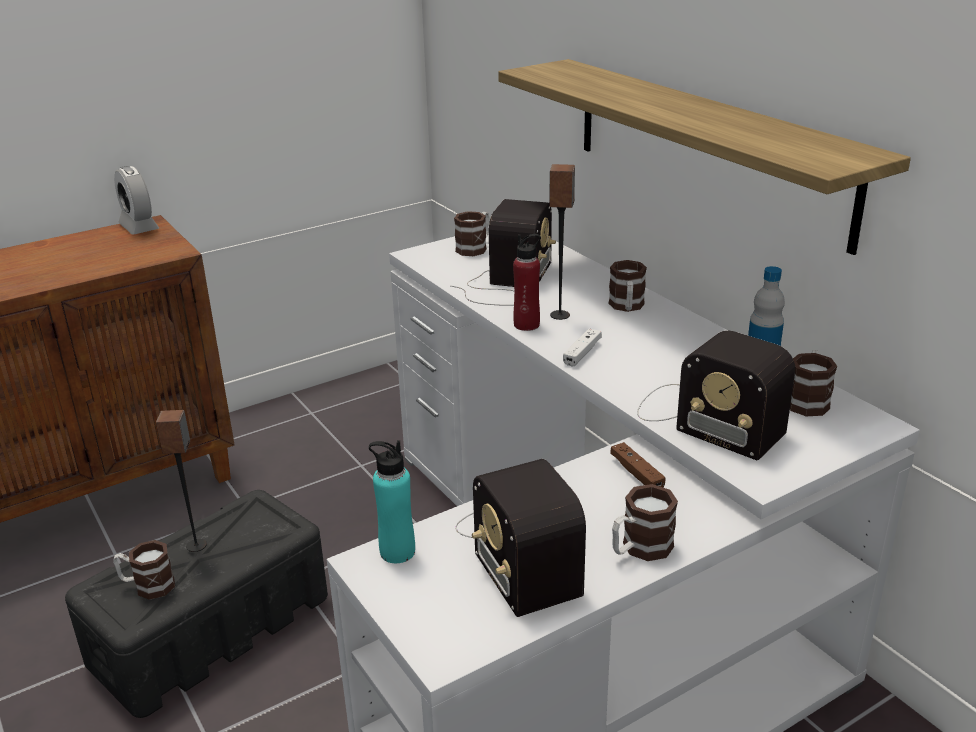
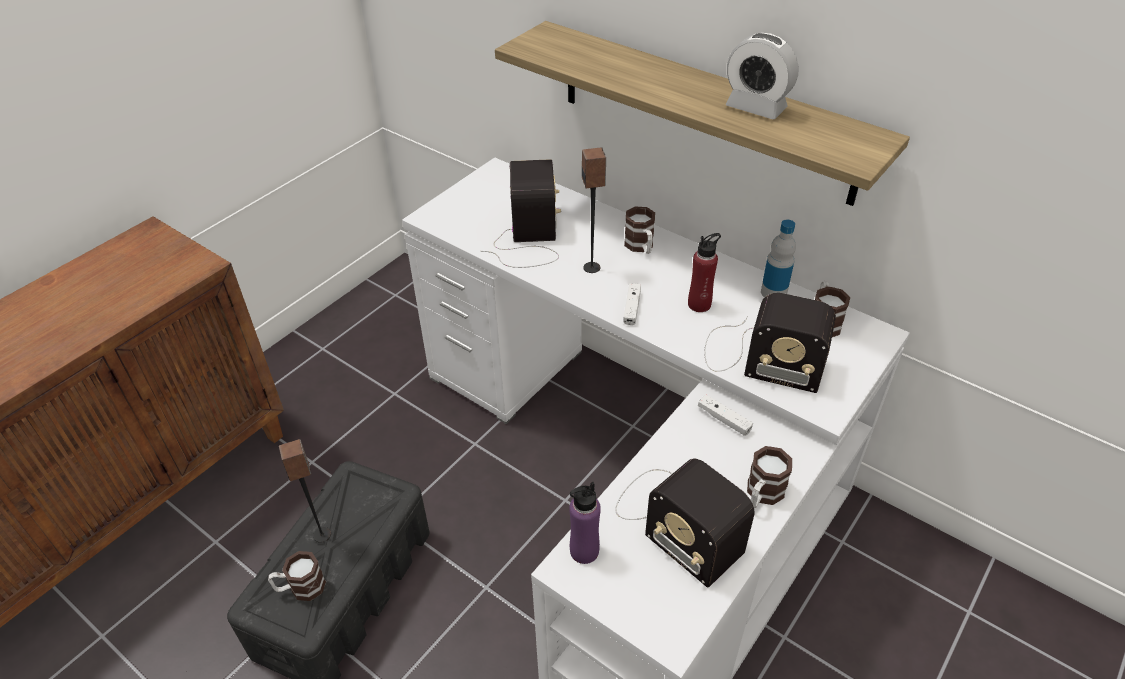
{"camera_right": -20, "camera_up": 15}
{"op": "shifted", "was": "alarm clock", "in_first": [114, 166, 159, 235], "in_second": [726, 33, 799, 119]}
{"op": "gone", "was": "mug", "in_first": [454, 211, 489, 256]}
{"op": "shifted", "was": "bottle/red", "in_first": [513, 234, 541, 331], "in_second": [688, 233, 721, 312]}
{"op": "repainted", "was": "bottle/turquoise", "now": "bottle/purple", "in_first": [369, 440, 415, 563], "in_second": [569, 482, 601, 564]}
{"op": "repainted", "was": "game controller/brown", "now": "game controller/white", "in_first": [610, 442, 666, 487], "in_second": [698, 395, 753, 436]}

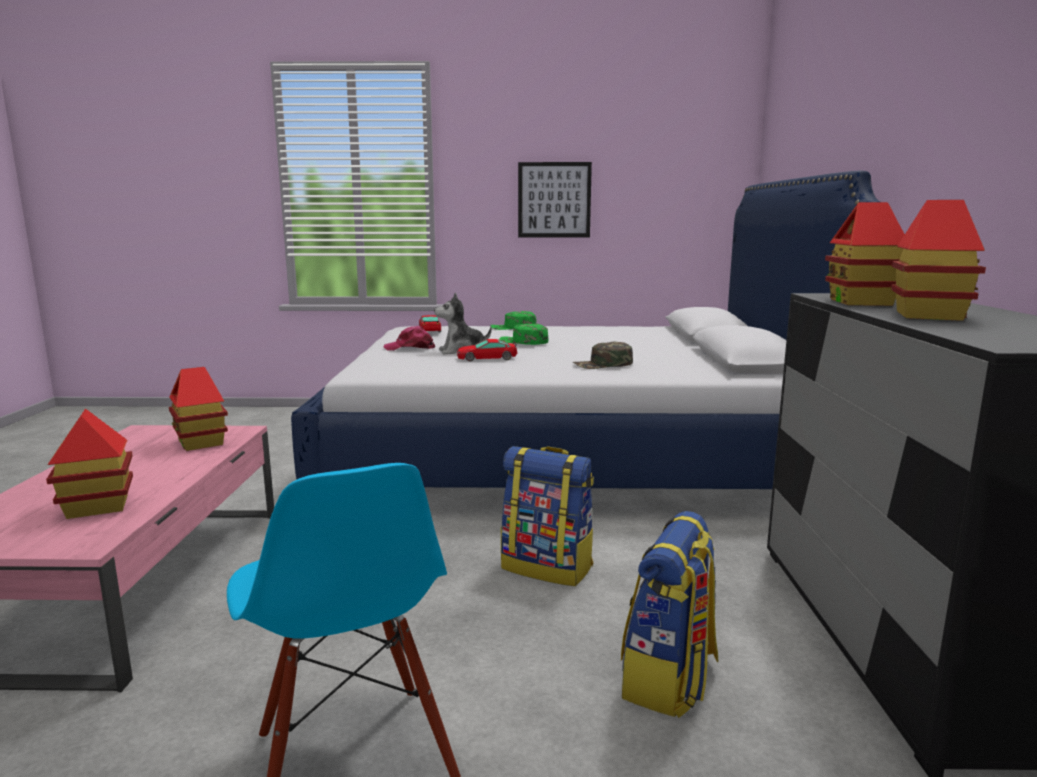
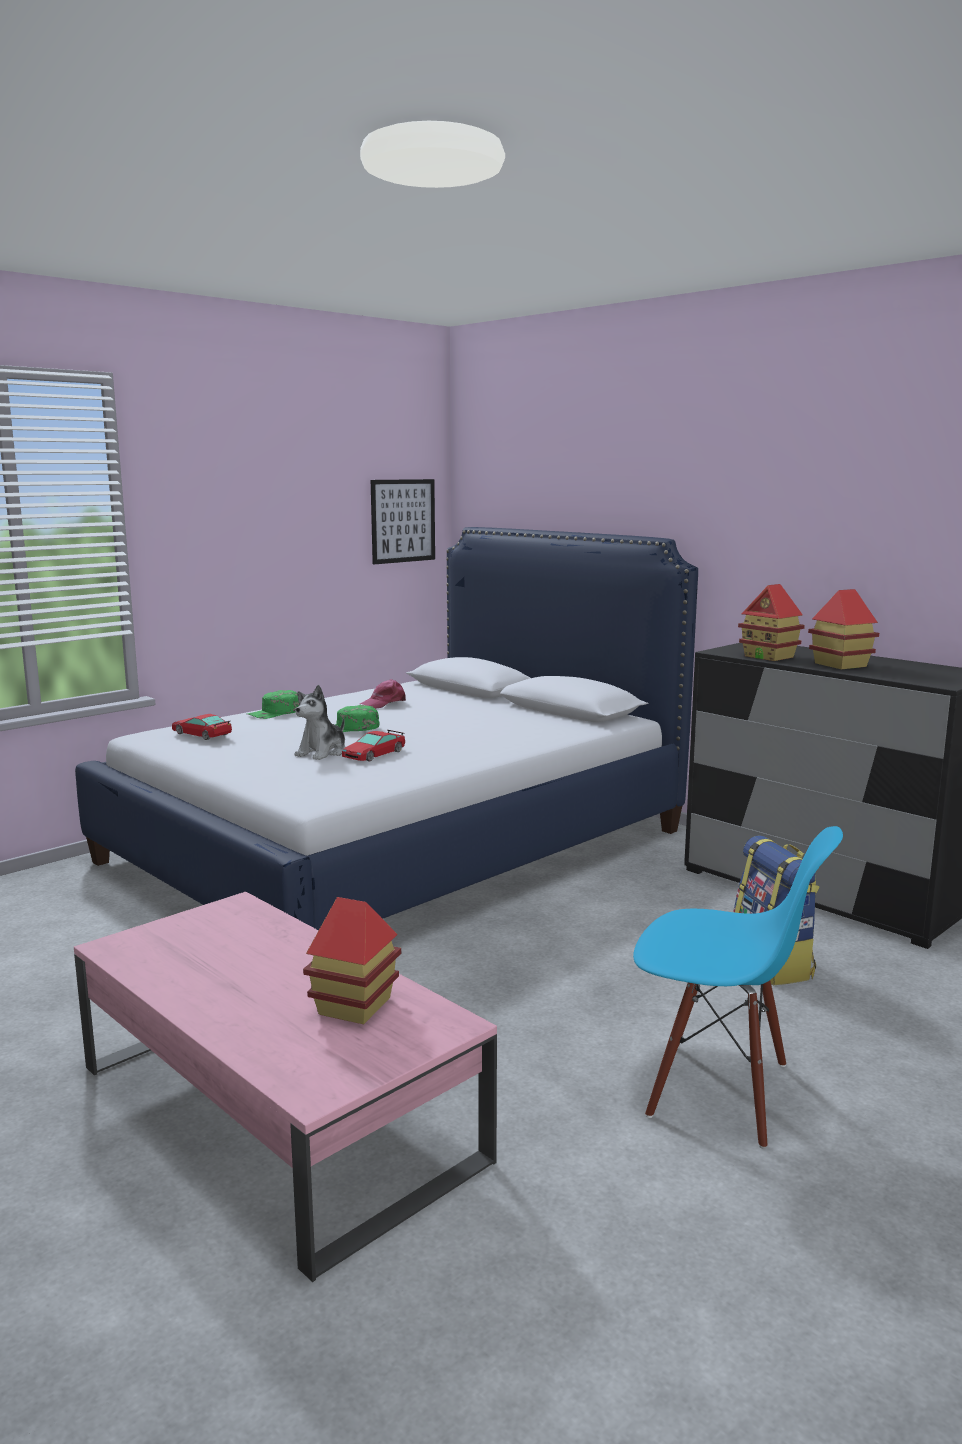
{"camera_right": -45, "camera_up": 0}
{"op": "shifted", "was": "picture", "in_first": [518, 162, 592, 238], "in_second": [371, 479, 435, 564]}
{"op": "shifted", "was": "cap/pink", "in_first": [384, 326, 435, 351], "in_second": [360, 679, 406, 709]}
{"op": "gone", "was": "cap/green", "in_first": [573, 342, 633, 369]}
{"op": "gone", "was": "toy house", "in_first": [169, 367, 228, 451]}
{"op": "gone", "was": "backpack", "in_first": [501, 446, 594, 586]}

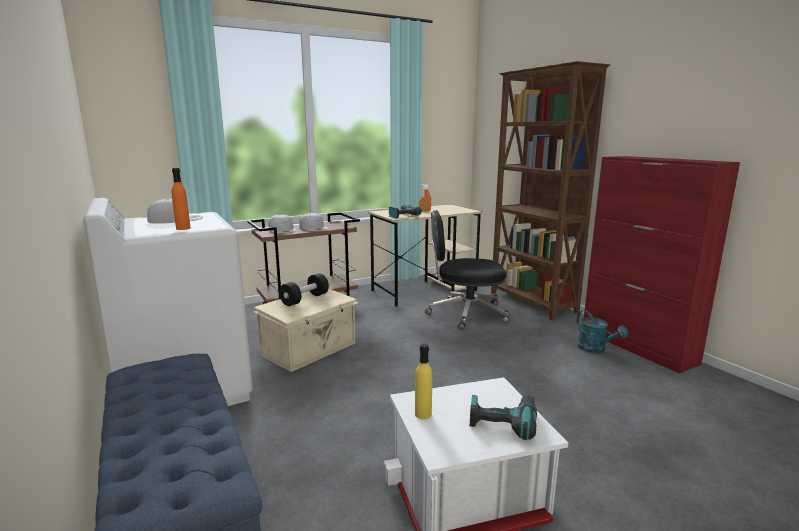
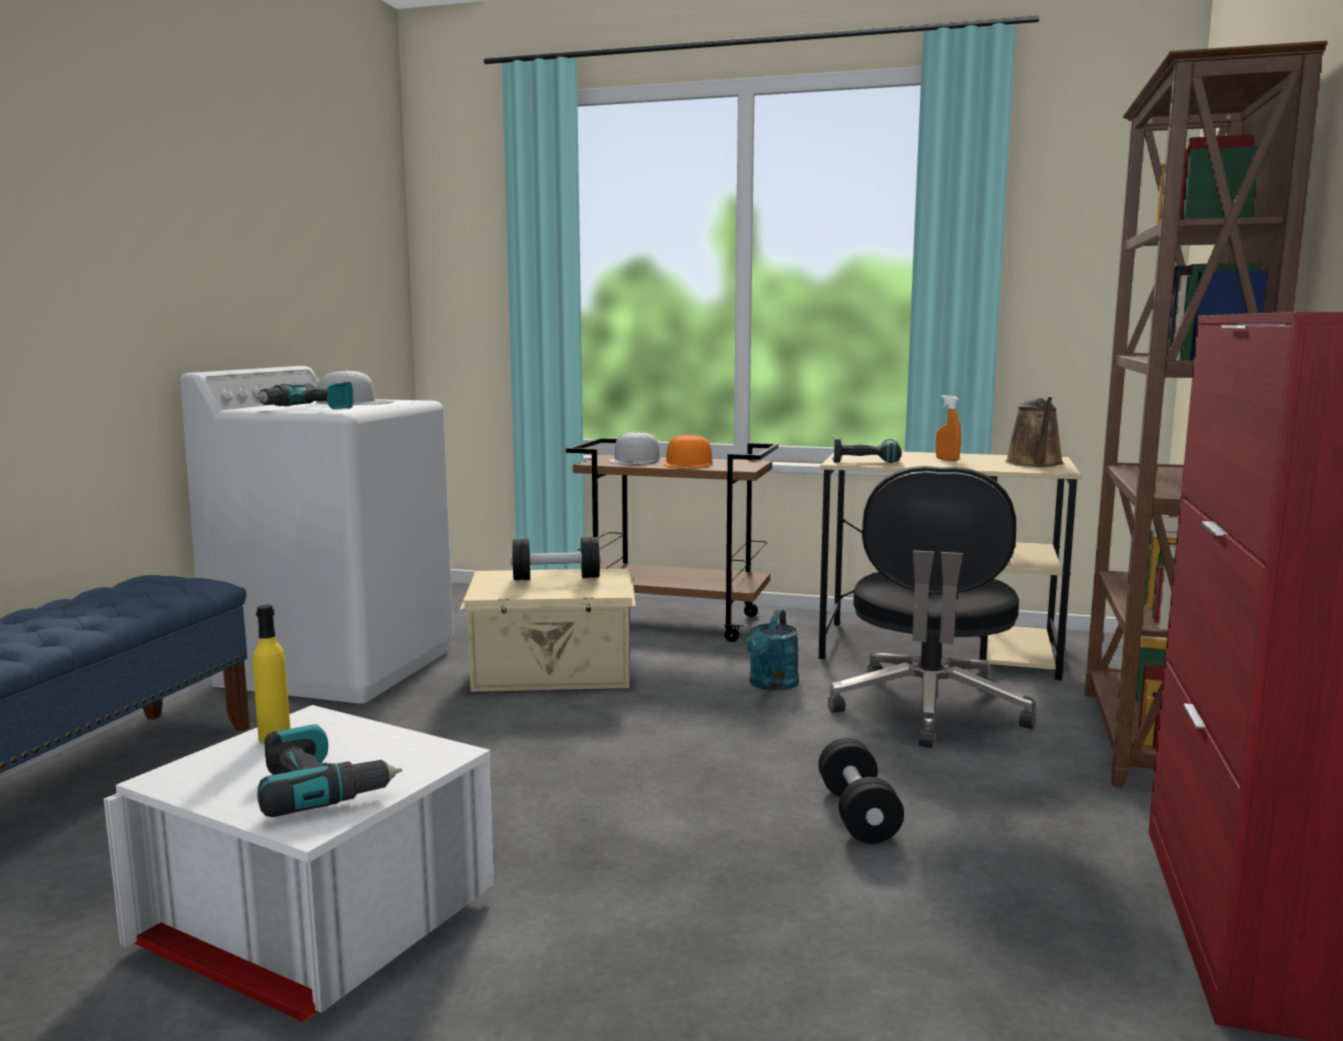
{"camera_right": 45, "camera_up": -5}
{"op": "swapped", "was": "bottle/orange", "now": "power drill", "in_first": [172, 168, 191, 230], "in_second": [256, 382, 353, 409]}
{"op": "rotated", "was": "office chair/black", "in_first": [425, 210, 509, 330], "in_second": [828, 466, 1036, 748], "clockwise": -120}
{"op": "repainted", "was": "cap/white", "now": "cap/orange", "in_first": [299, 213, 328, 231], "in_second": [663, 434, 712, 468]}
{"op": "shifted", "was": "watering can/turquoise", "in_first": [577, 310, 628, 353], "in_second": [745, 609, 799, 691]}
{"op": "new", "now": "watering can/brown", "in_second": [1005, 397, 1064, 467]}
{"op": "new", "now": "dumbbell/black", "in_second": [818, 738, 904, 844]}

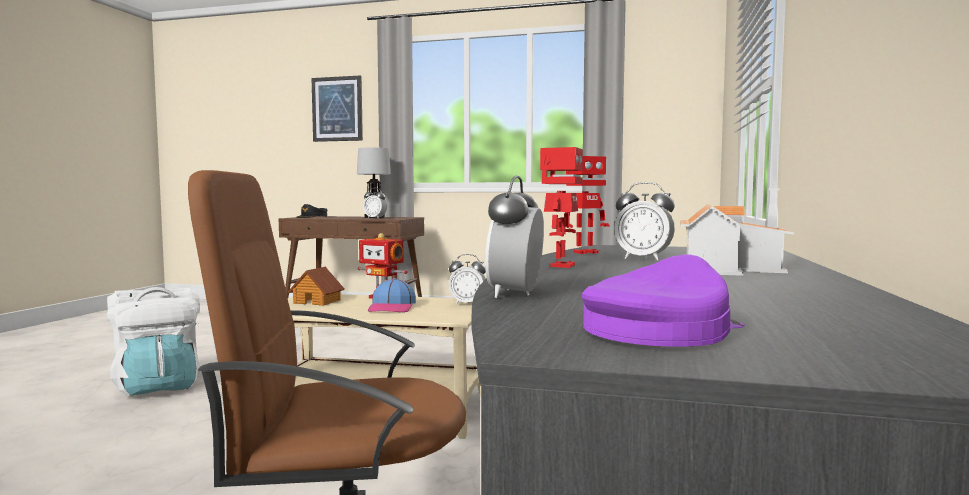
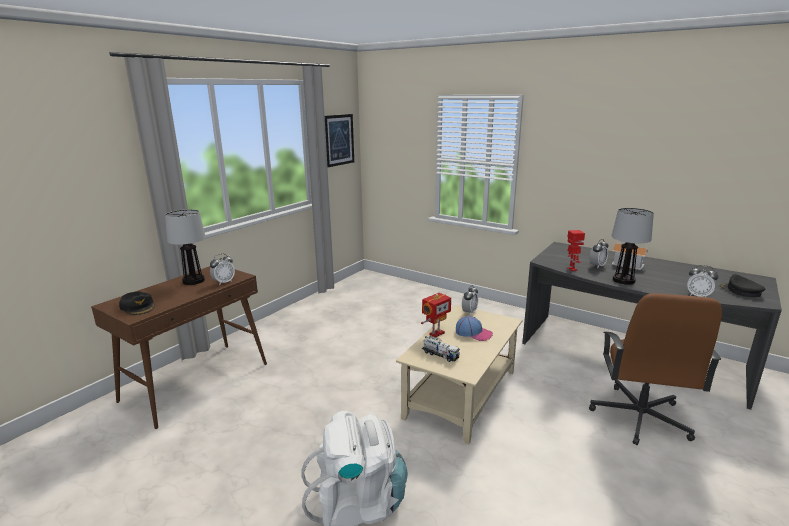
{"camera_right": -70, "camera_up": 15}
{"op": "shifted", "was": "picture", "in_first": [312, 76, 363, 142], "in_second": [325, 114, 354, 167]}
{"op": "swapped", "was": "toy robot", "now": "table lamp", "in_first": [540, 147, 583, 268], "in_second": [612, 208, 654, 285]}
{"op": "repainted", "was": "cap/purple", "now": "cap/black", "in_first": [582, 255, 745, 347], "in_second": [719, 274, 765, 297]}
{"op": "swapped", "was": "toy house", "now": "toy truck", "in_first": [288, 267, 344, 306], "in_second": [422, 335, 460, 362]}

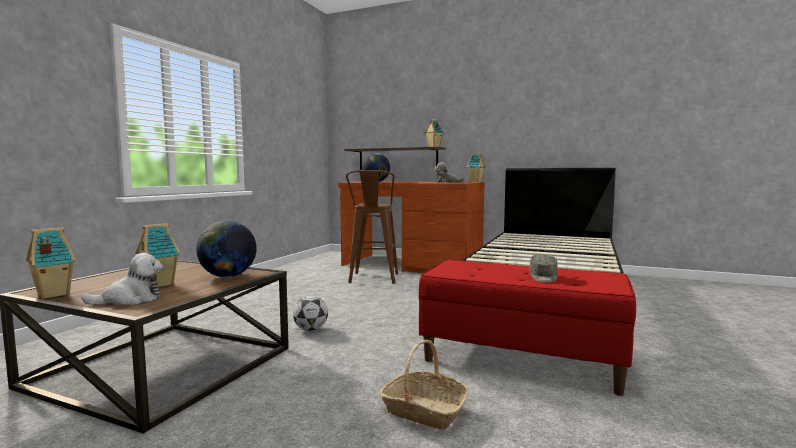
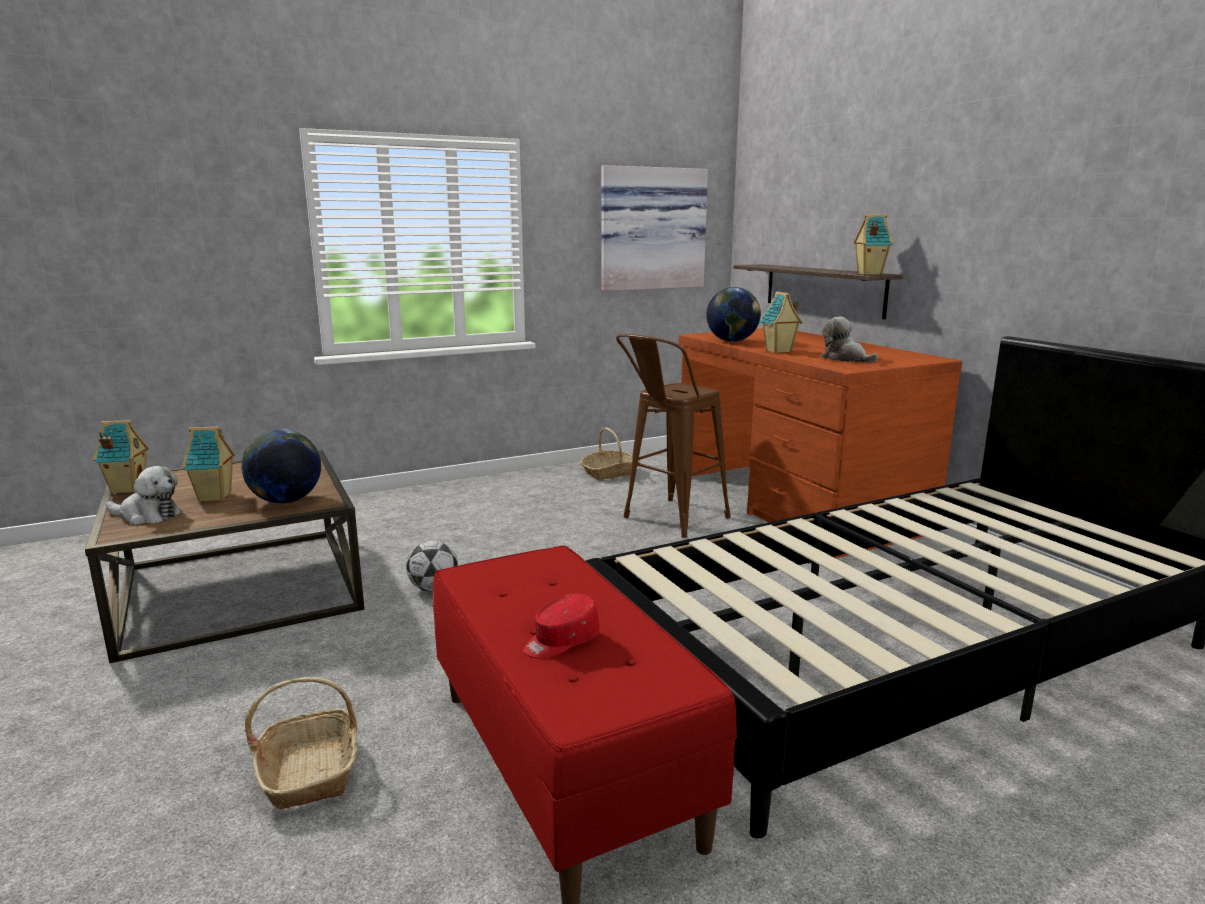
{"camera_right": 40, "camera_up": 10}
{"op": "shifted", "was": "toy house", "in_first": [466, 153, 485, 182], "in_second": [759, 291, 803, 353]}
{"op": "repainted", "was": "cap/grey", "now": "cap/red", "in_first": [529, 254, 558, 283], "in_second": [523, 594, 600, 658]}
{"op": "new", "now": "picture", "in_second": [601, 165, 708, 291]}
{"op": "new", "now": "basket", "in_second": [580, 427, 640, 480]}

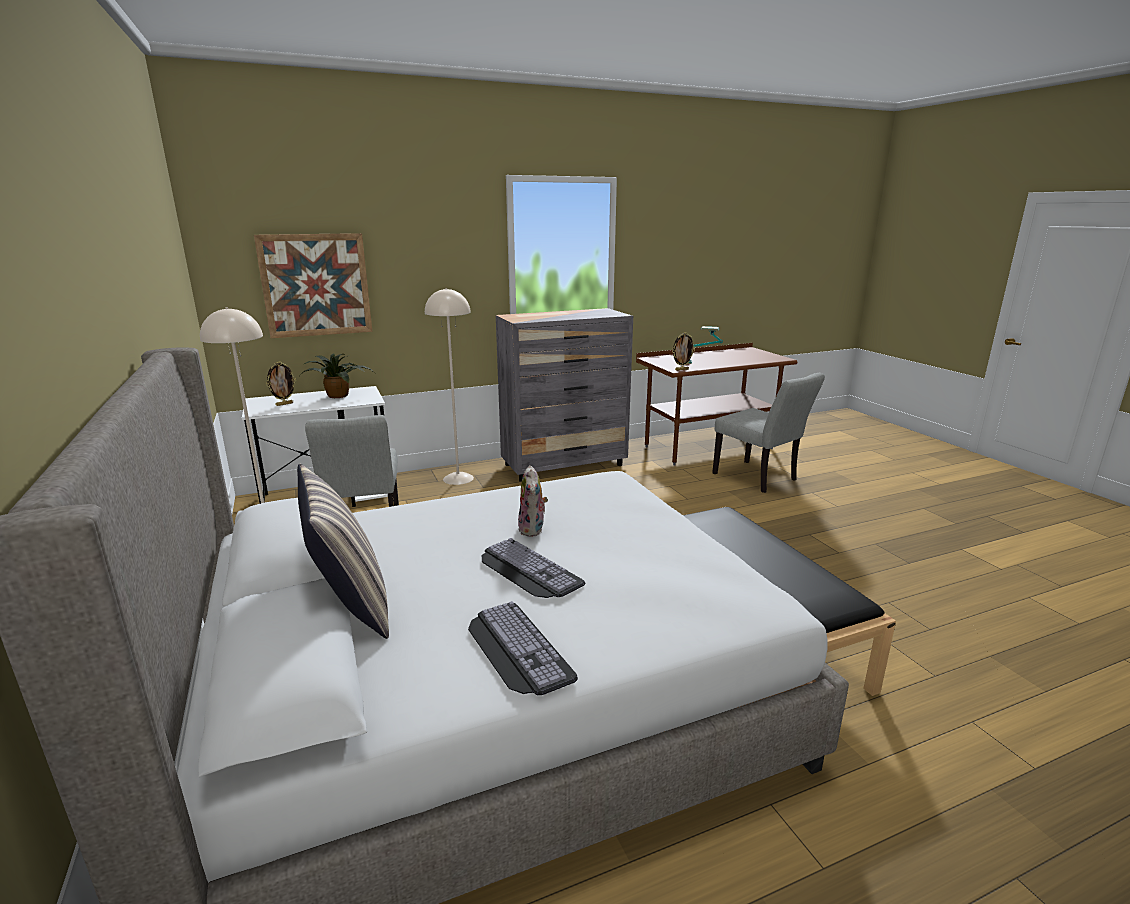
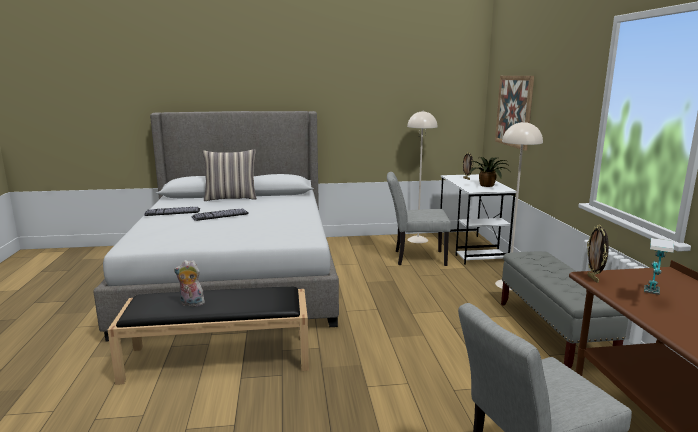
{"camera_right": 105, "camera_up": -5}
{"op": "swapped", "was": "dresser/grey", "now": "bench/grey", "in_first": [496, 308, 633, 482], "in_second": [501, 251, 628, 369]}
{"op": "shifted", "was": "plush toy", "in_first": [518, 465, 548, 537], "in_second": [174, 260, 205, 306]}

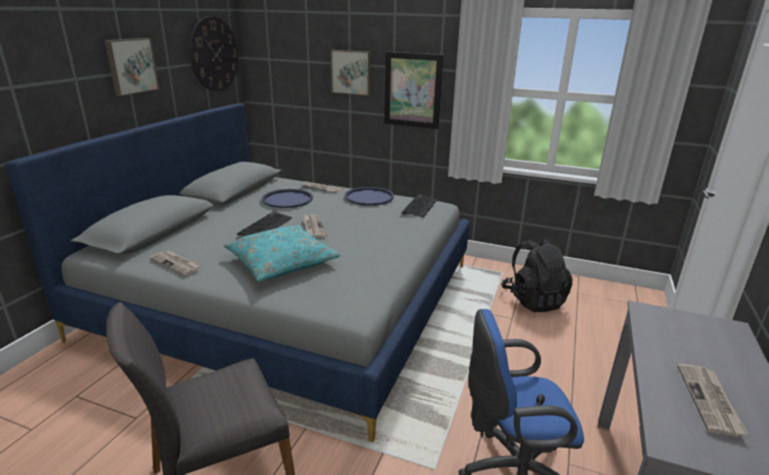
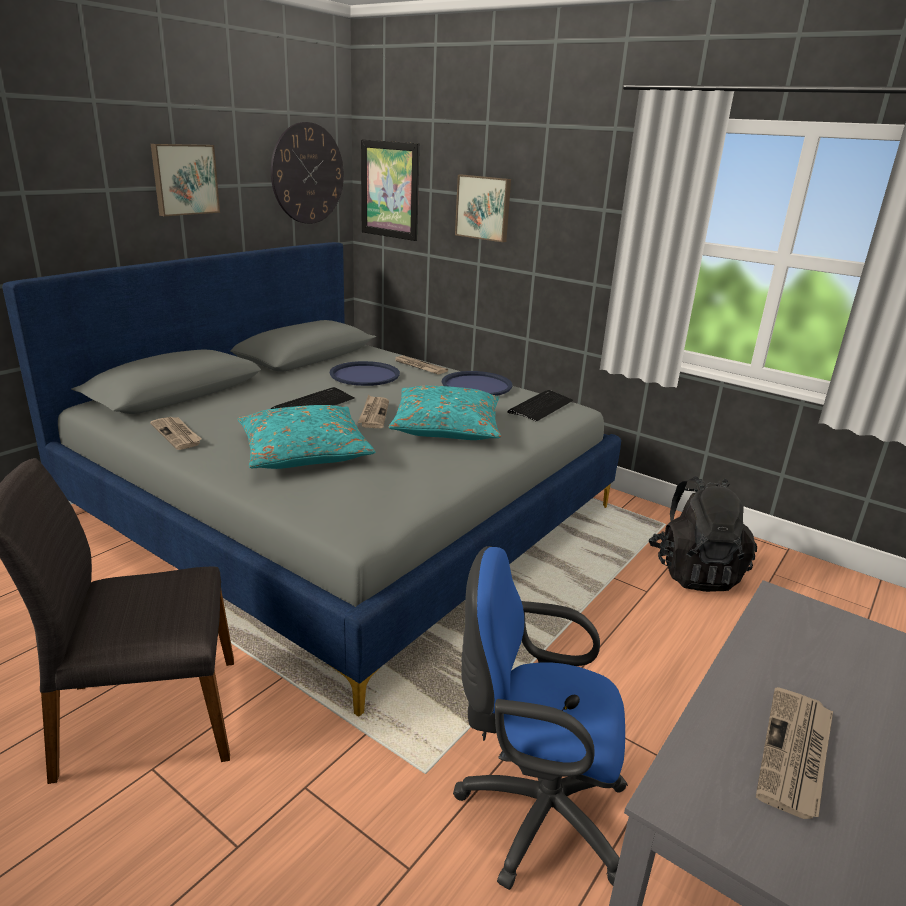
{"camera_right": 15, "camera_up": 0}
{"op": "shifted", "was": "picture", "in_first": [384, 52, 443, 129], "in_second": [361, 140, 420, 241]}
{"op": "new", "now": "pillow/turquoise", "in_second": [389, 386, 501, 440]}

